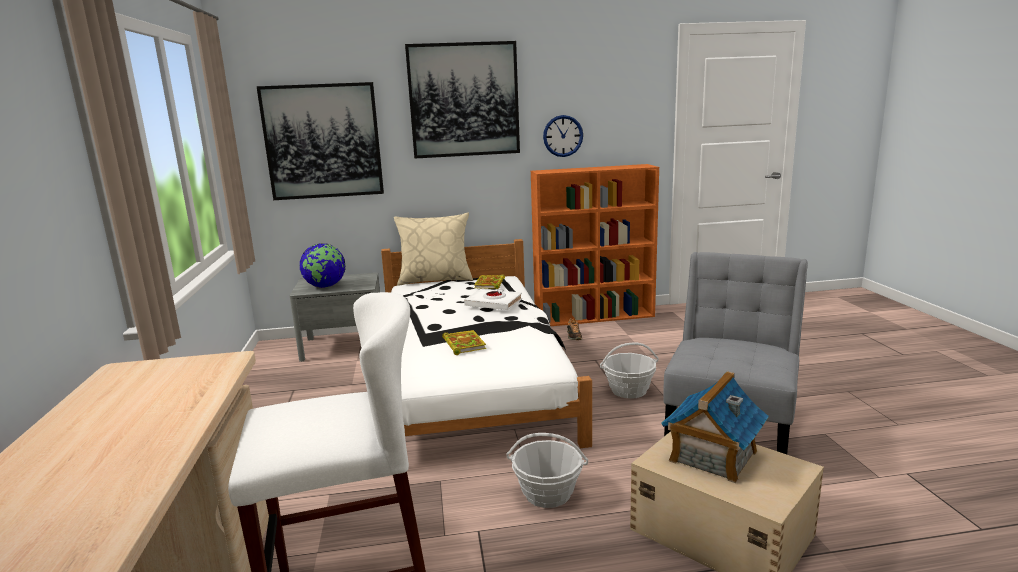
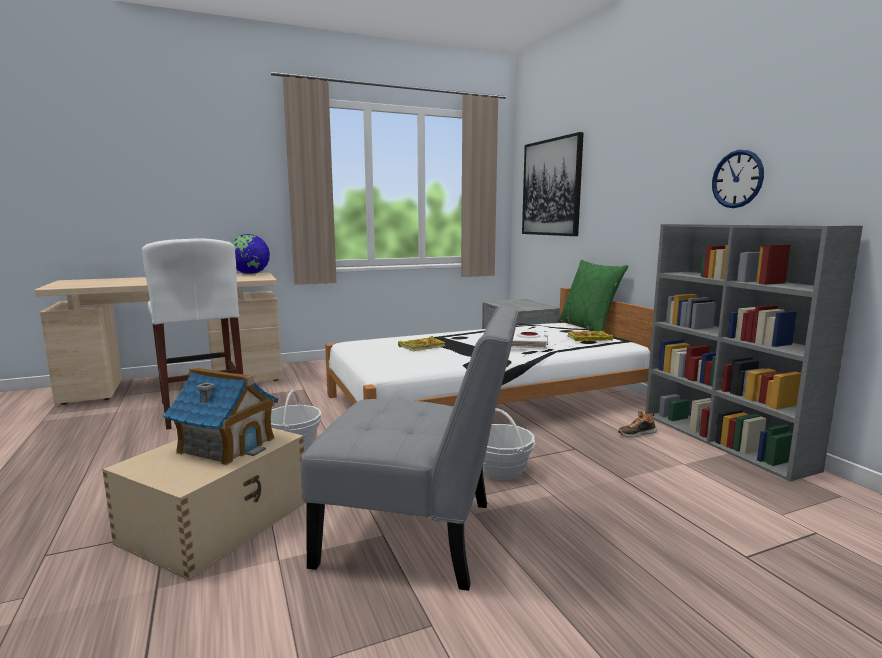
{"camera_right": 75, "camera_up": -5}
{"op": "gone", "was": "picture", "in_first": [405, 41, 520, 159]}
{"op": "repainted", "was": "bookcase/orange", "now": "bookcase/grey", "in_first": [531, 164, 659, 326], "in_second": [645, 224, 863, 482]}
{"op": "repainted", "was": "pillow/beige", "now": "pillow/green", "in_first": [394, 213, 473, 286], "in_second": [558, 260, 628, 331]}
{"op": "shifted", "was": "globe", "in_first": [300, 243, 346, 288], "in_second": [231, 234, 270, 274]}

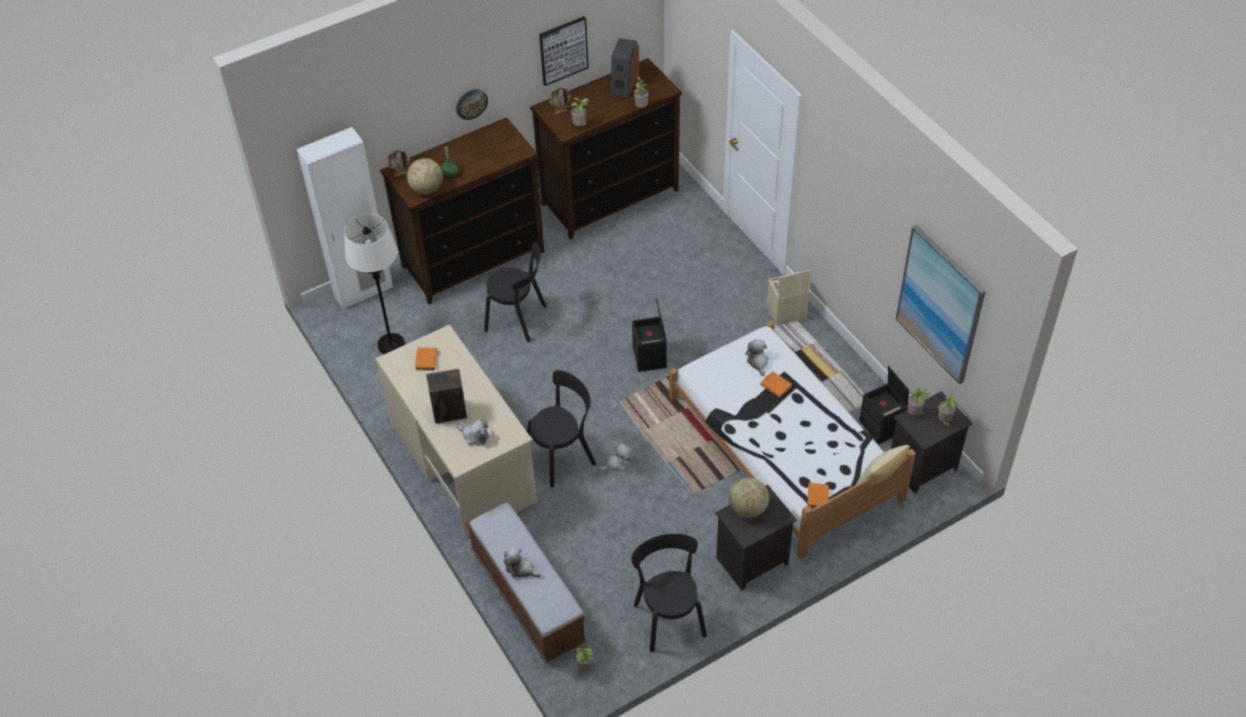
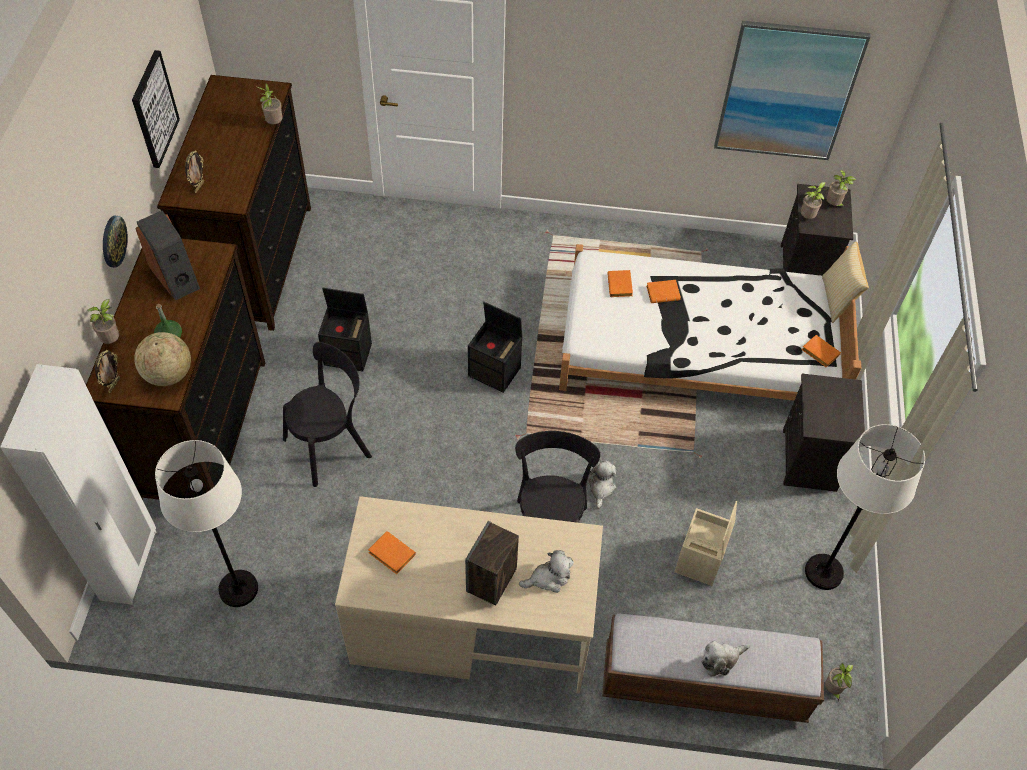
{"camera_right": -55, "camera_up": 5}
{"op": "shifted", "was": "speaker", "in_first": [611, 38, 640, 98], "in_second": [135, 211, 200, 301]}
{"op": "shifted", "was": "potted plant", "in_first": [571, 98, 588, 126], "in_second": [87, 299, 119, 344]}
{"op": "shifted", "was": "storage box/beige", "in_first": [767, 270, 810, 326], "in_second": [674, 501, 737, 586]}
{"op": "swapped", "was": "plush toy", "now": "book/orange", "in_first": [745, 339, 769, 376], "in_second": [607, 270, 633, 297]}
{"op": "shifted", "was": "storage box/black", "in_first": [859, 366, 909, 444], "in_second": [318, 288, 372, 372]}
{"op": "gone", "was": "globe", "in_first": [729, 477, 769, 518]}
{"op": "swapped", "was": "chair/black", "now": "floor lamp/white", "in_first": [631, 534, 707, 652], "in_second": [805, 424, 925, 590]}

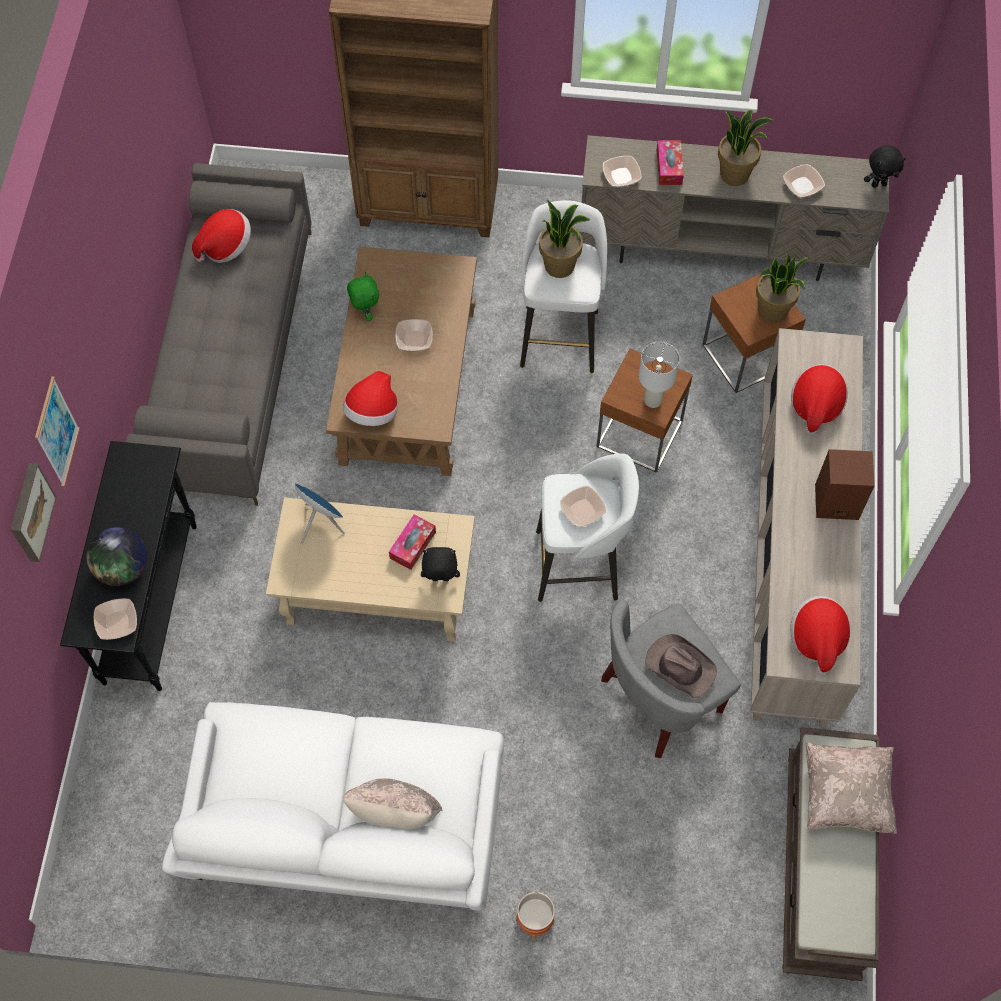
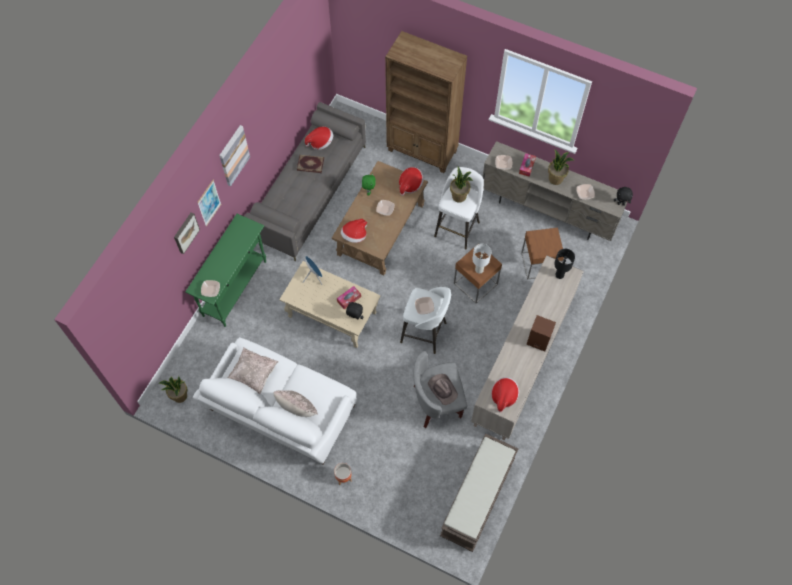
{"camera_right": 20, "camera_up": 0}
{"op": "shifted", "was": "potted plant", "in_first": [756, 254, 809, 323], "in_second": [158, 376, 188, 403]}
{"op": "shifted", "was": "hat", "in_first": [791, 364, 848, 435], "in_second": [399, 167, 424, 196]}
{"op": "repainted", "was": "console table/black", "now": "console table/green", "in_first": [60, 441, 197, 691], "in_second": [185, 214, 266, 327]}
{"op": "gone", "was": "globe", "in_first": [86, 527, 147, 586]}
{"op": "shifted", "was": "pillow/beige", "in_first": [805, 742, 897, 834], "in_second": [227, 347, 278, 394]}
{"op": "new", "now": "picture", "in_second": [219, 125, 250, 187]}
{"op": "new", "now": "book", "in_second": [297, 155, 324, 173]}
{"op": "new", "now": "table lamp/black", "in_second": [554, 249, 575, 279]}

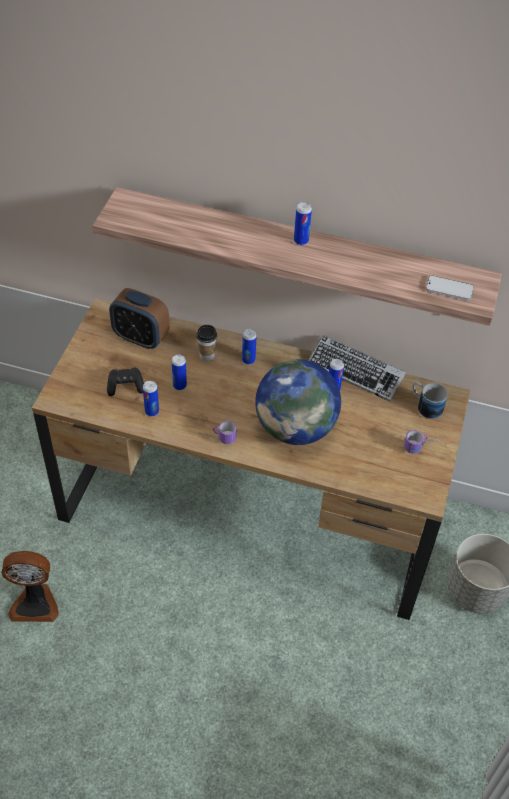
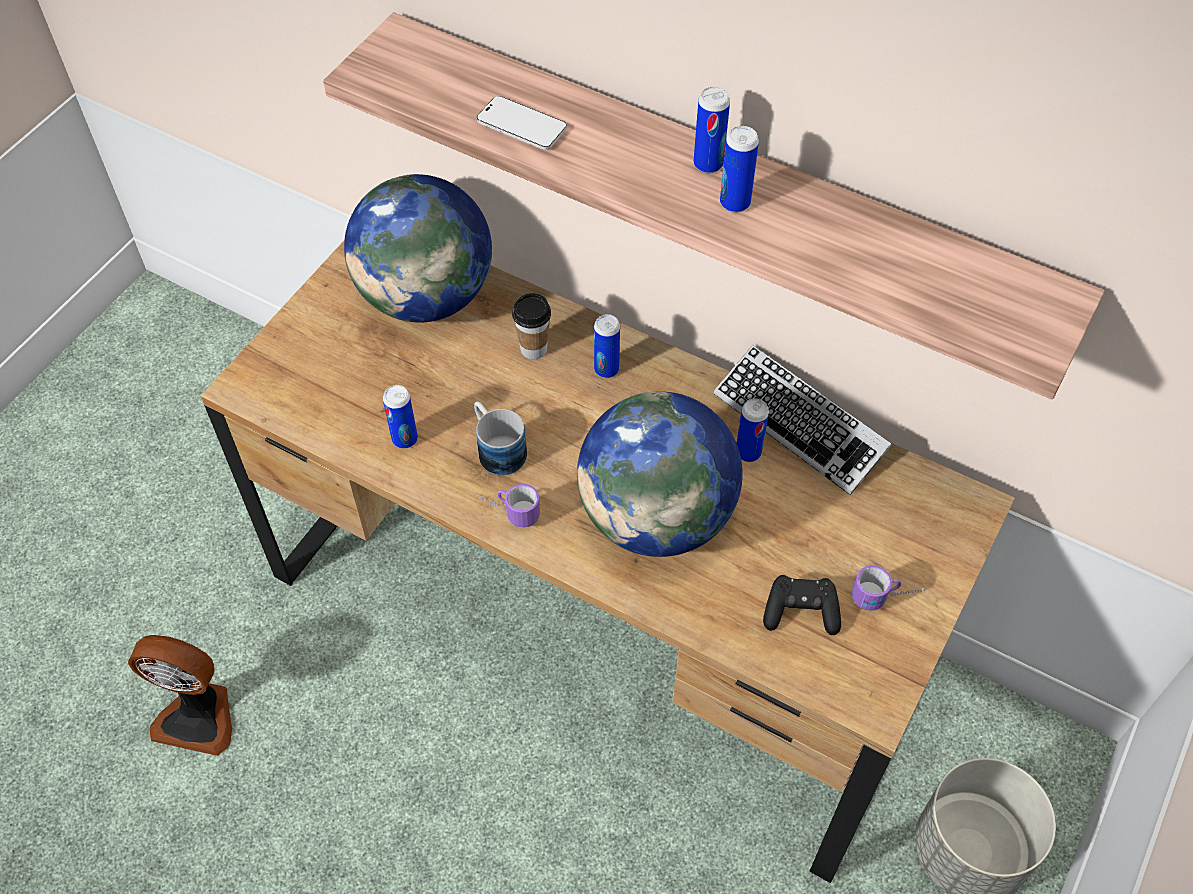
{"camera_right": 15, "camera_up": 5}
{"op": "shifted", "was": "phone", "in_first": [426, 275, 474, 301], "in_second": [477, 96, 567, 150]}
{"op": "swapped", "was": "alarm clock", "now": "globe", "in_first": [109, 288, 170, 349], "in_second": [344, 174, 492, 323]}
{"op": "shifted", "was": "can", "in_first": [172, 355, 187, 390], "in_second": [720, 126, 759, 213]}
{"op": "shifted", "was": "game controller/black", "in_first": [107, 368, 144, 396], "in_second": [763, 575, 841, 635]}
{"op": "shifted", "was": "mug", "in_first": [412, 382, 448, 419], "in_second": [474, 402, 527, 475]}

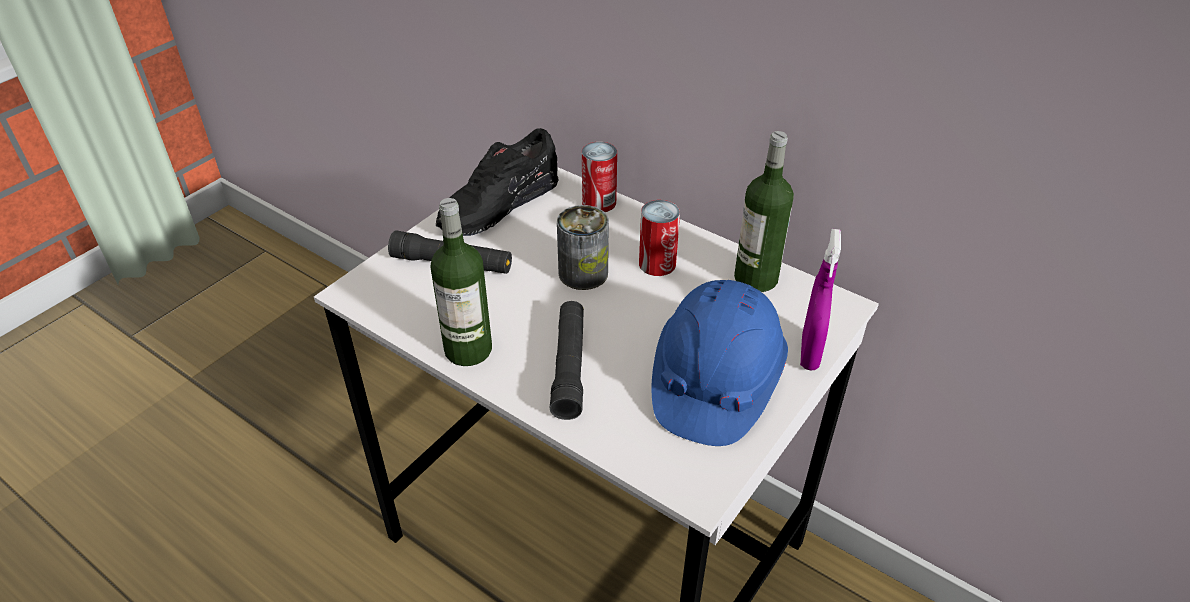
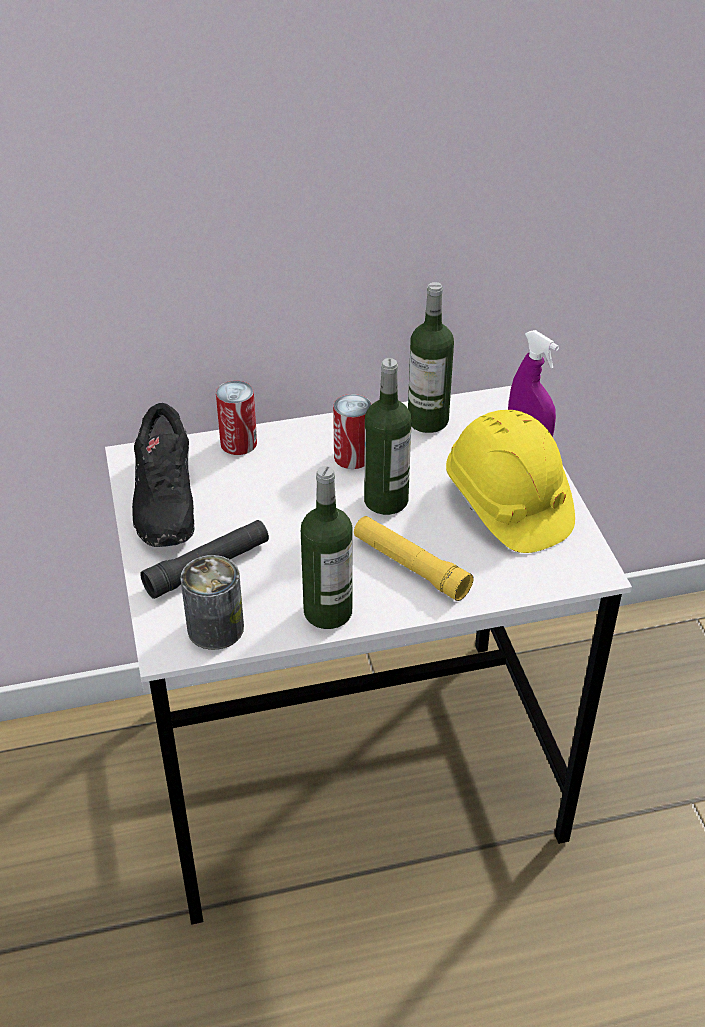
{"camera_right": -50, "camera_up": 0}
{"op": "shifted", "was": "can", "in_first": [557, 205, 609, 290], "in_second": [181, 555, 244, 650]}
{"op": "repainted", "was": "hard hat/blue", "now": "hard hat/yellow", "in_first": [651, 280, 788, 446], "in_second": [446, 410, 575, 553]}
{"op": "repainted", "was": "flashlight/black", "now": "flashlight/yellow", "in_first": [550, 301, 584, 420], "in_second": [354, 516, 473, 601]}
{"op": "new", "now": "bottle", "in_second": [364, 358, 412, 515]}

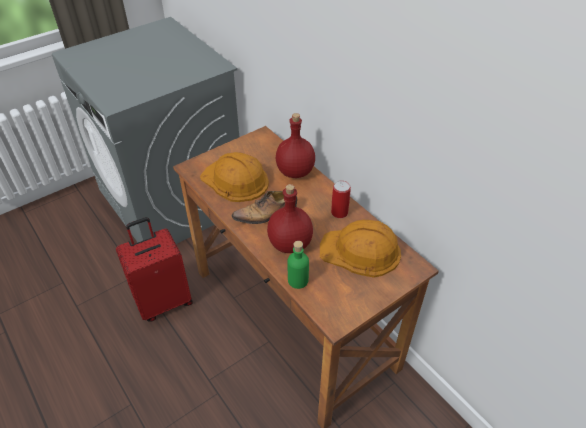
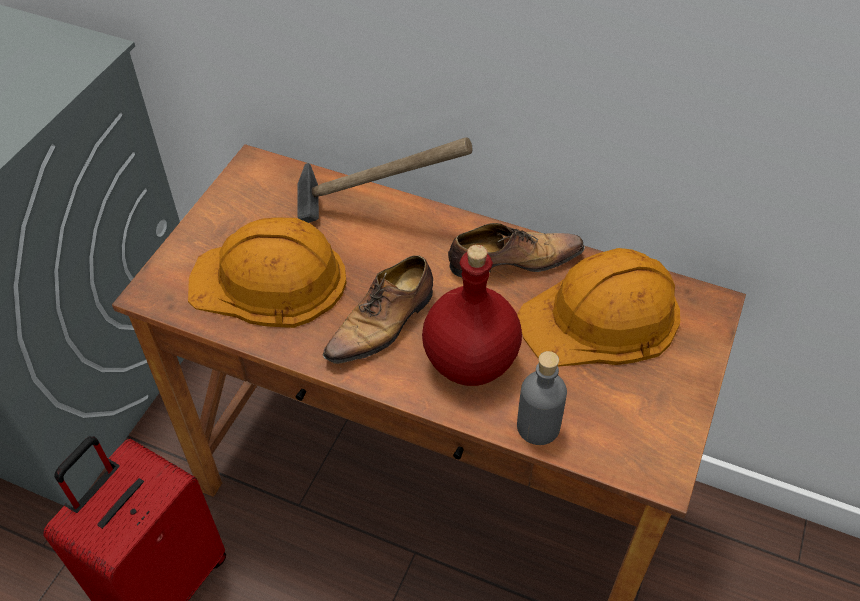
{"camera_right": -30, "camera_up": 5}
{"op": "swapped", "was": "bottle/red", "now": "hammer", "in_first": [276, 113, 315, 178], "in_second": [297, 137, 472, 223]}
{"op": "swapped", "was": "can", "now": "shoe", "in_first": [331, 180, 351, 218], "in_second": [448, 223, 585, 277]}
{"op": "repainted", "was": "bottle/green", "now": "bottle/grey", "in_first": [287, 241, 309, 289], "in_second": [517, 351, 567, 445]}

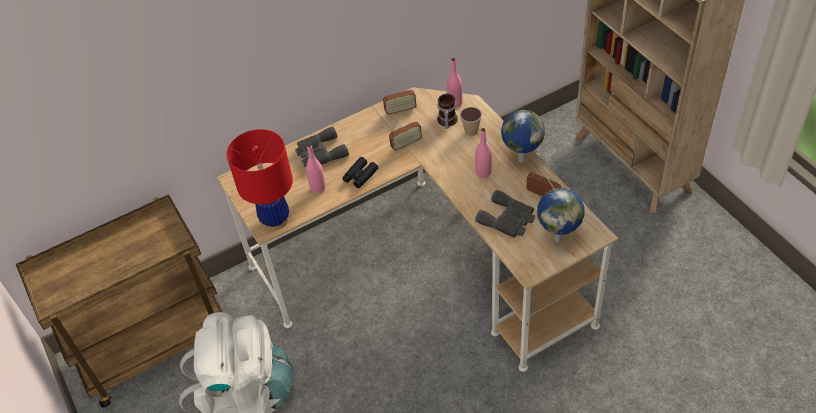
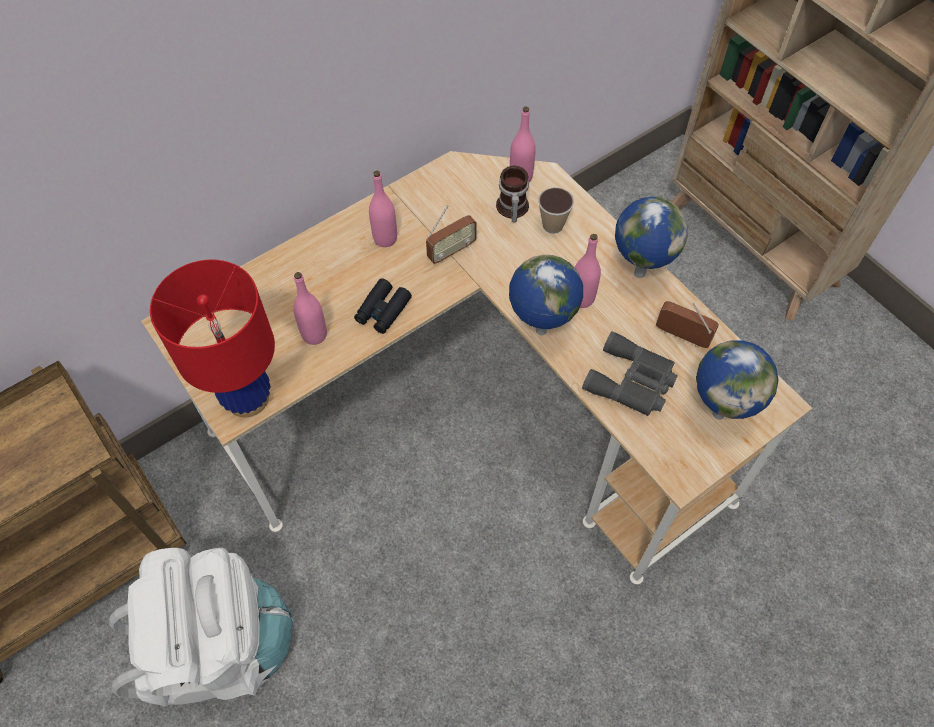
{"camera_right": -10, "camera_up": 10}
{"op": "gone", "was": "radio", "in_first": [383, 79, 416, 115]}
{"op": "gone", "was": "binoculars/grey", "in_first": [295, 126, 349, 167]}
{"op": "new", "now": "bottle/pink", "in_second": [369, 171, 397, 247]}
{"op": "new", "now": "globe", "in_second": [509, 255, 583, 336]}

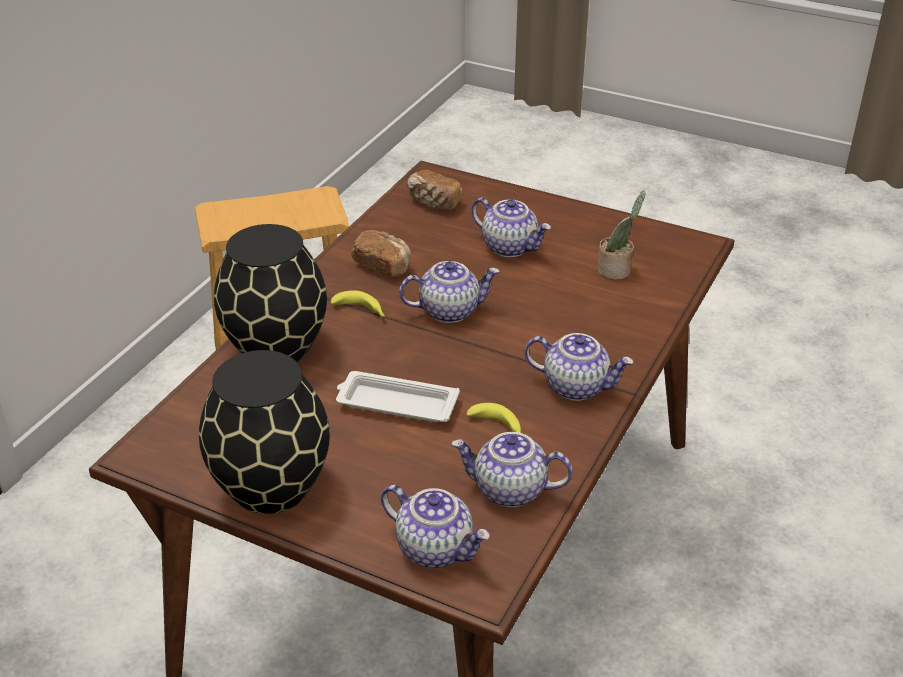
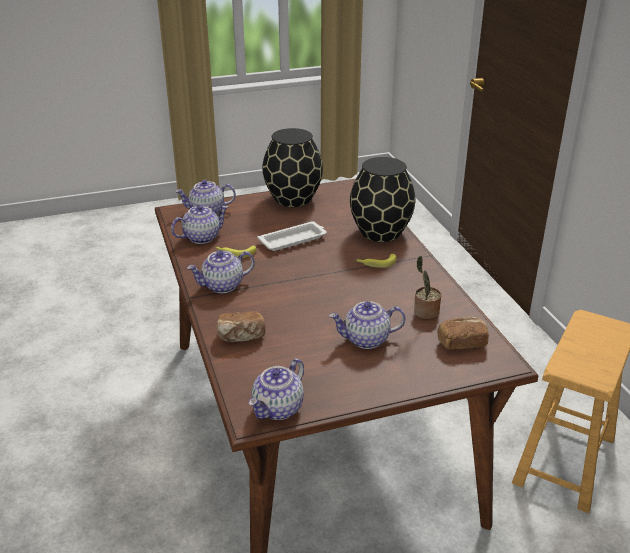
{"camera_right": 135, "camera_up": -5}
{"op": "shifted", "was": "potted plant", "in_first": [597, 191, 646, 280], "in_second": [414, 256, 441, 319]}
{"op": "shifted", "was": "bread", "in_first": [351, 230, 411, 277], "in_second": [217, 311, 266, 342]}
{"op": "shifted", "was": "teapot", "in_first": [399, 261, 500, 323], "in_second": [249, 359, 304, 420]}

